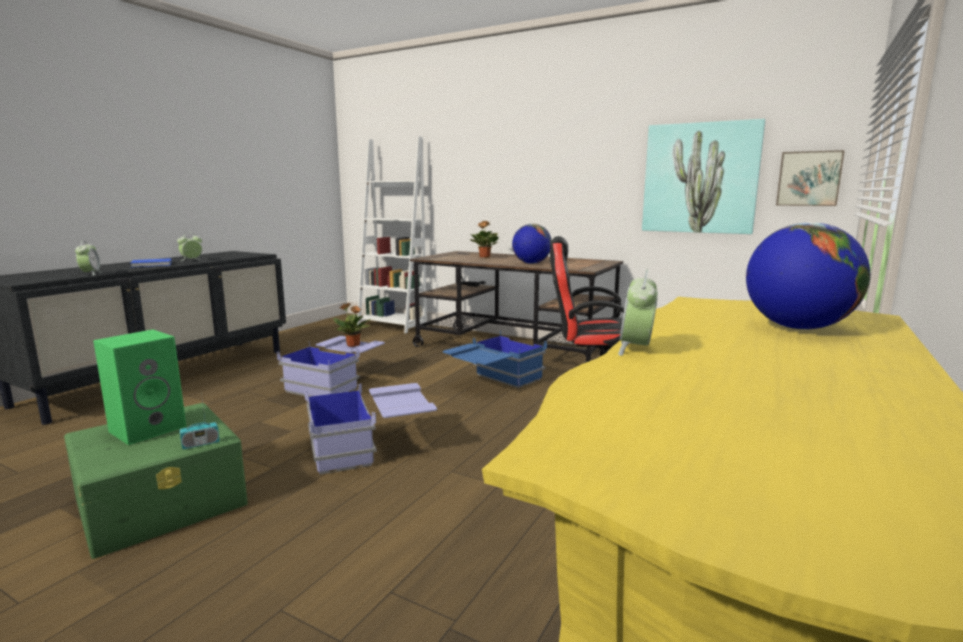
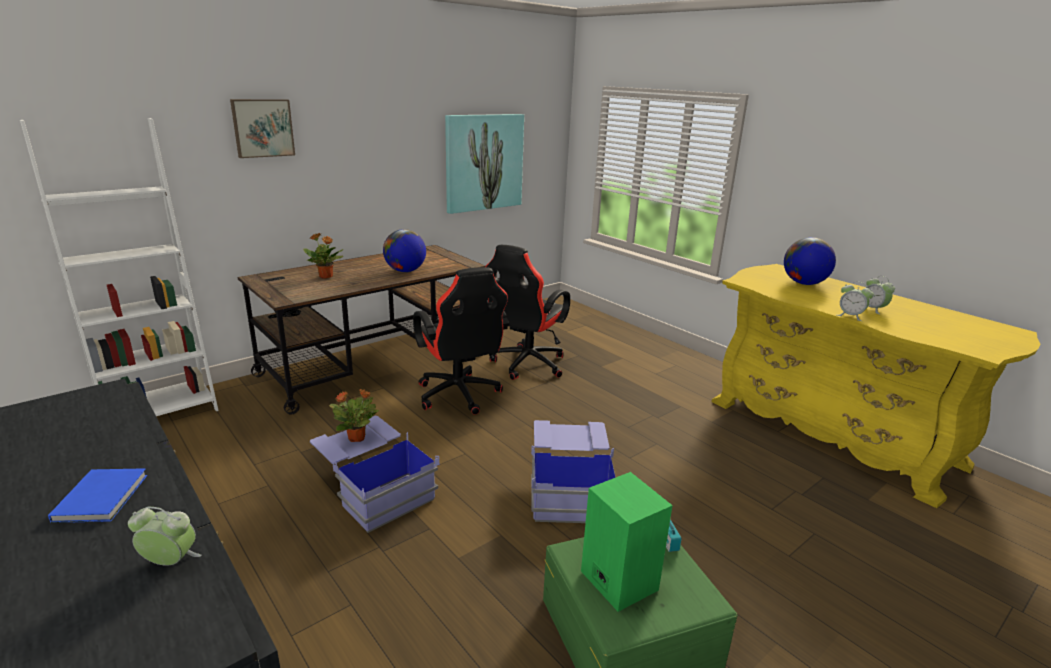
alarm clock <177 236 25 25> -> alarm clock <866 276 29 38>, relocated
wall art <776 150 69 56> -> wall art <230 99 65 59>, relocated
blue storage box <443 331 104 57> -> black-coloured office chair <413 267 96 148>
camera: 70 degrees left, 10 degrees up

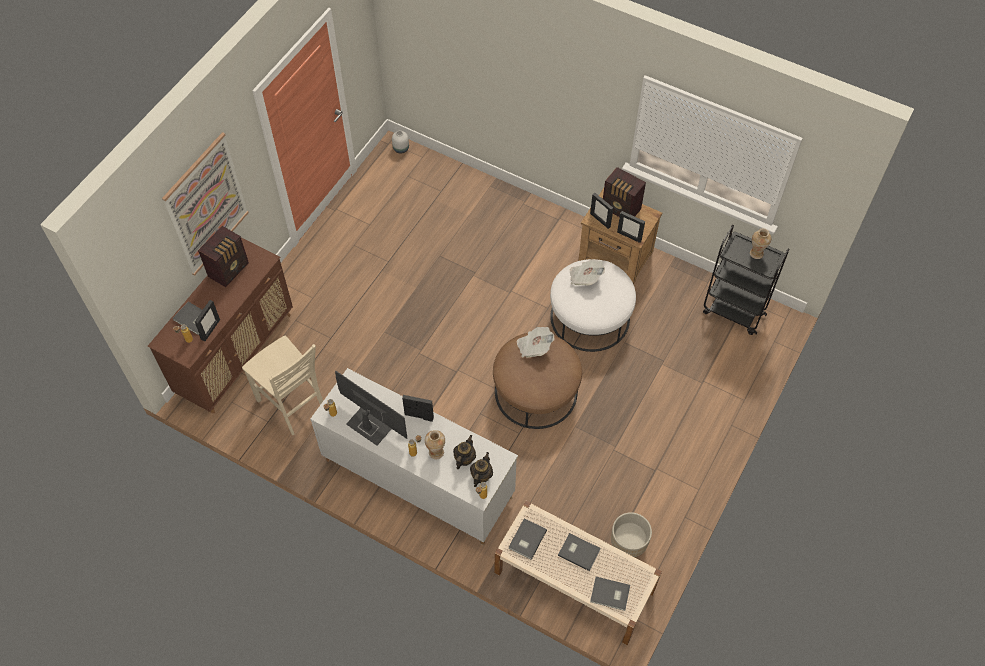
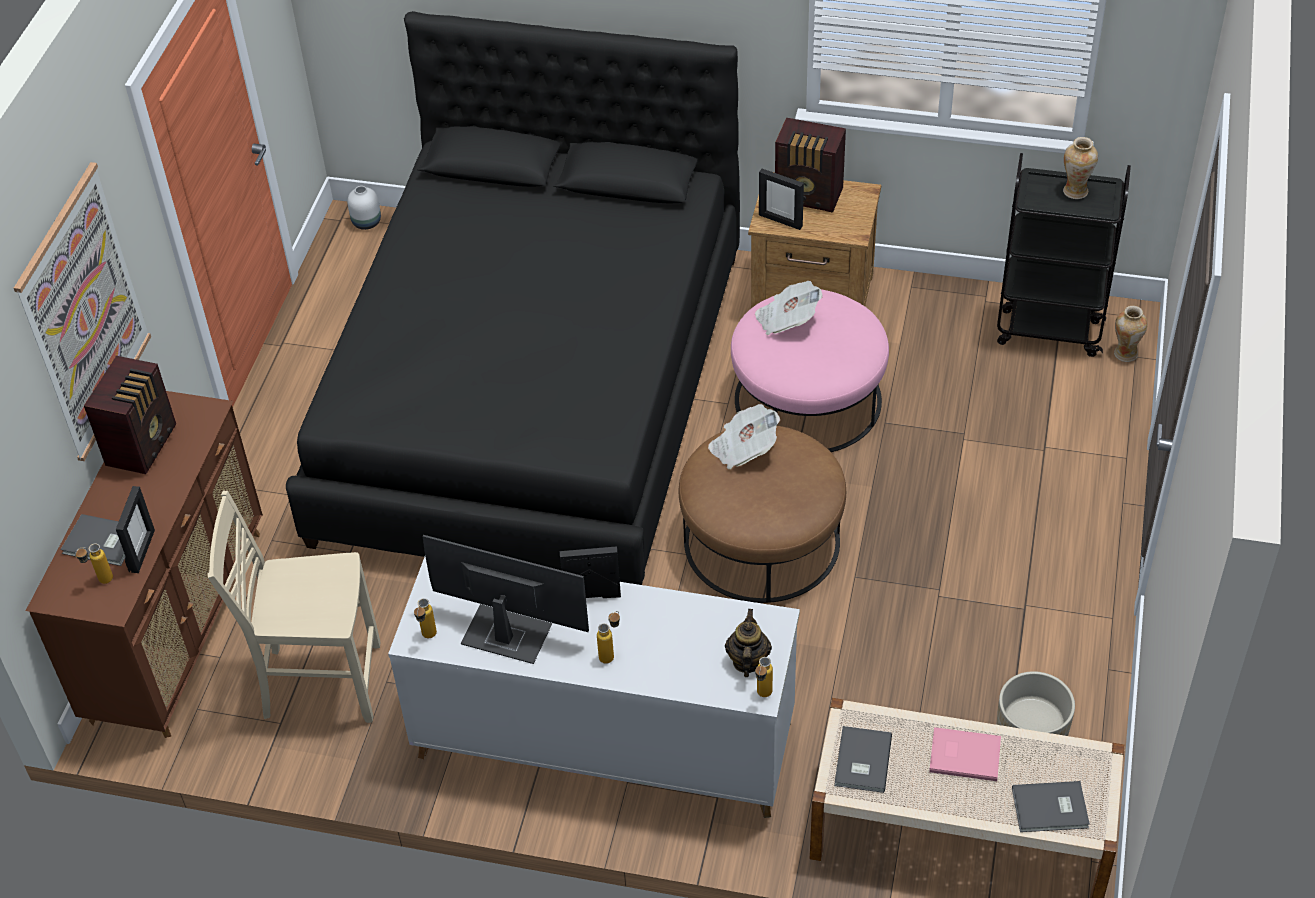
teapot <453 435 23 34> -> none
photo frame <617 211 28 32> -> none
none -> black-coloured sleeping bed <286 11 454 574>
vase <425 430 20 29> -> vase <1114 306 33 56>, relocated
white-coloured pouffe <550 259 86 93> -> pink pouffe <731 289 158 163>
gray book <558 533 43 38> -> pink book <929 727 72 54>
beige-coloured plain chair <242 336 81 99> -> beige-coloured plain chair <208 491 172 232>, 150 degrees clockwise
camera: 15 degrees left, 10 degrees down

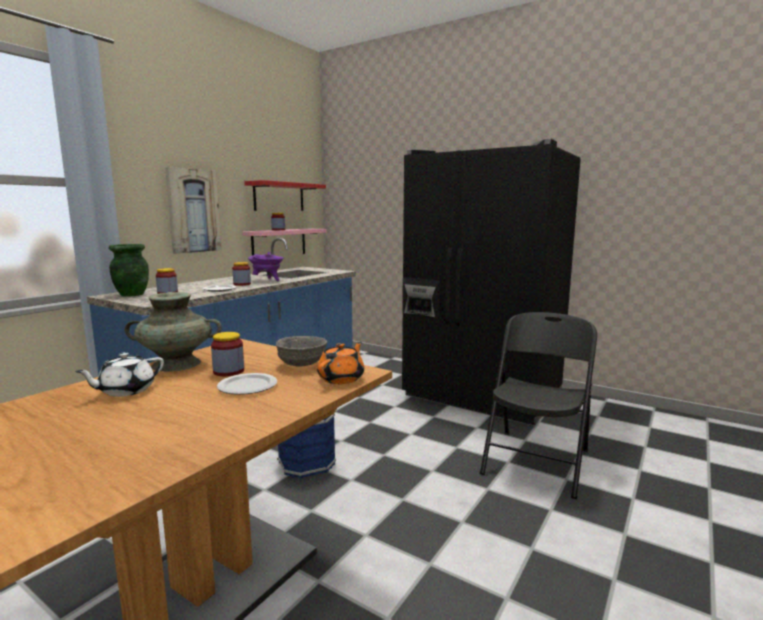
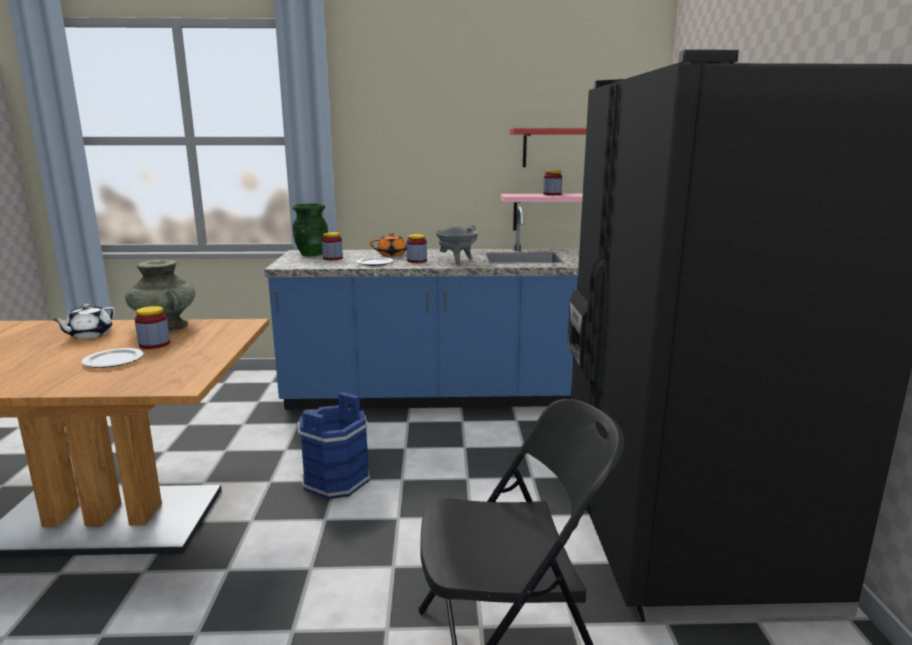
wall art <165 167 57 87> -> none
gray bowl <276 336 51 31> -> none
orange-coloured teapot <317 342 47 42> -> orange-coloured teapot <370 233 36 24>, relocated
purple-coloured cooking pot <248 252 36 29> -> gray cooking pot <435 225 43 39>
white-coloured teapot <75 352 89 45> -> white-coloured teapot <52 303 63 36>, 75 degrees counterclockwise
camera: 55 degrees right, 5 degrees up

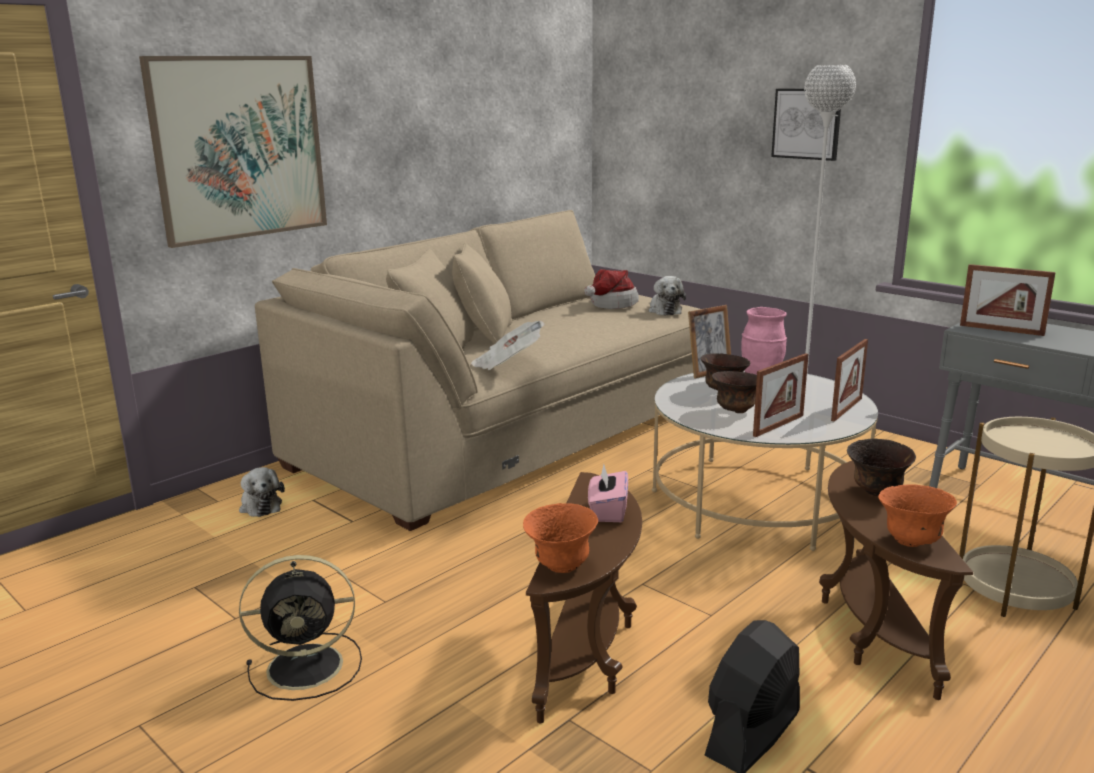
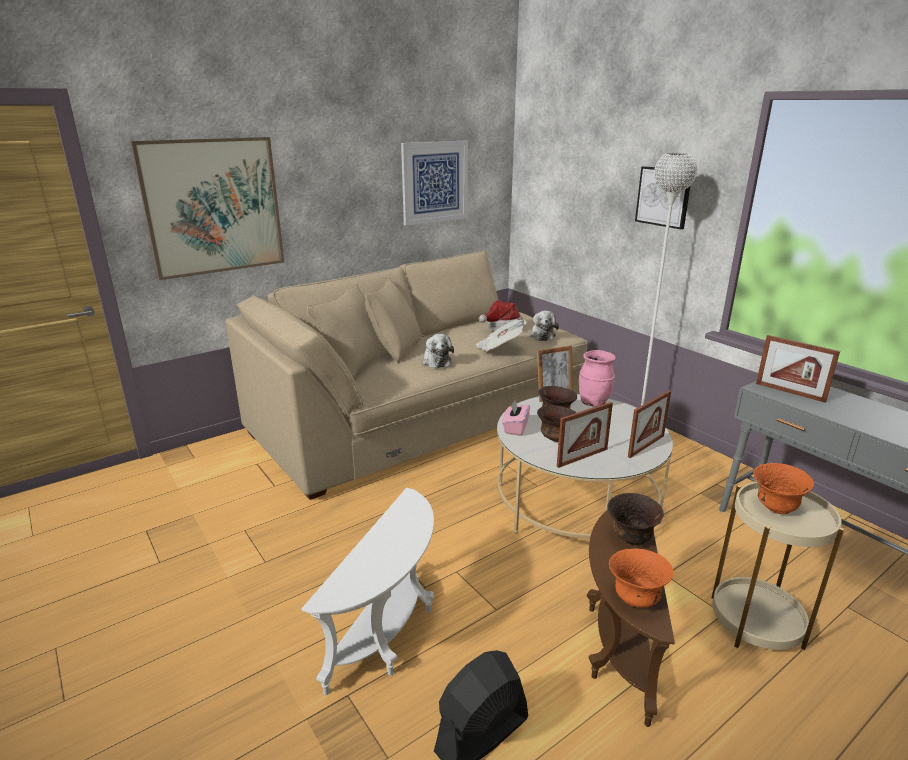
black-coloured fan <239 555 123 146> -> none
none -> wall art <401 140 67 86>
soft toy <239 467 46 50> -> soft toy <423 334 31 34>, relocated
printed paper <471 321 74 49> -> printed paper <476 320 51 32>, relocated
orange-coloured bowl <523 503 75 70> -> orange-coloured bowl <754 463 60 51>, relocated
pink tissue holder <588 464 40 58> -> pink tissue holder <502 401 28 34>, relocated
brown-coloured end table <526 472 116 252> -> white-coloured end table <301 488 133 207>
camera: 10 degrees right, 5 degrees up

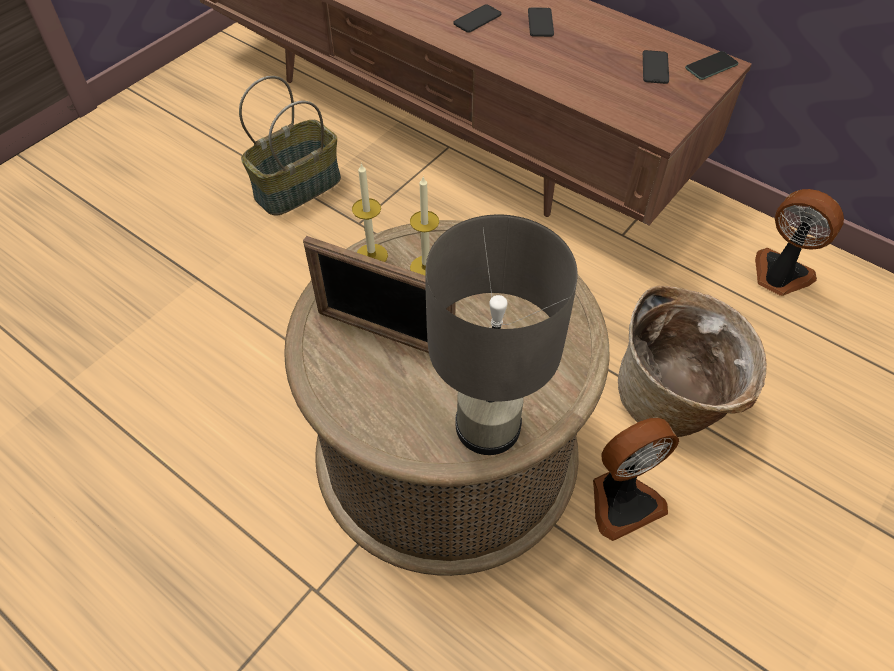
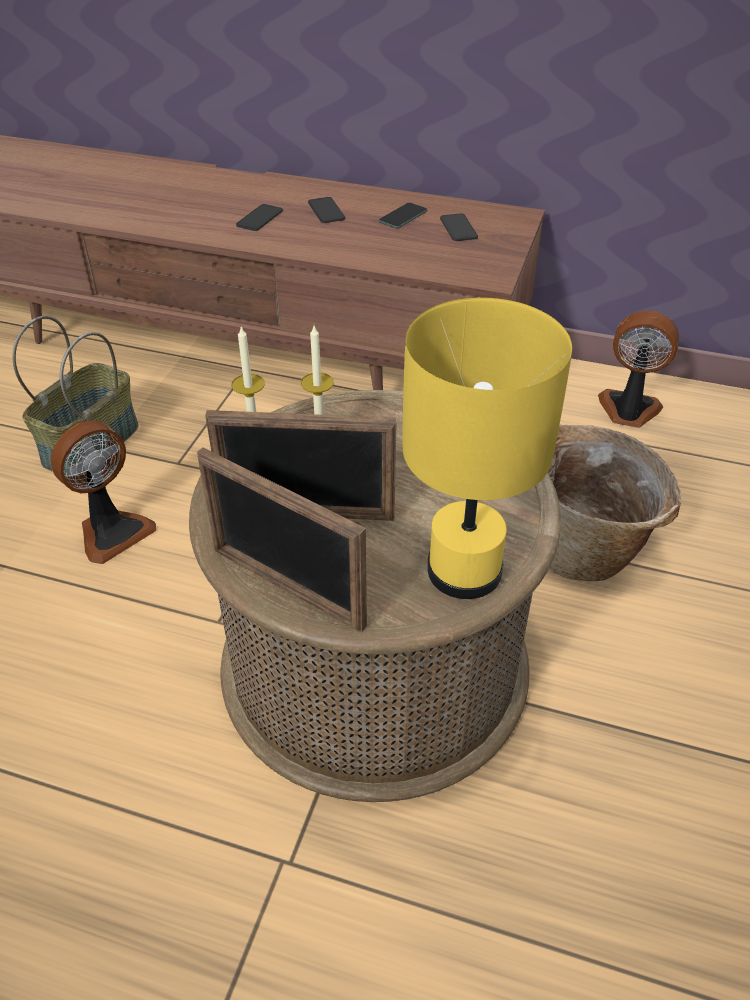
none -> photo frame <197 448 170 184>
fan <593 417 86 124> -> fan <50 420 106 144>, relocated
phone <685 51 53 29> -> phone <379 203 49 25>, relocated
gray table lamp <425 215 153 240> -> yellowish table lamp <402 298 170 301>
camera: 20 degrees left, 10 degrees down

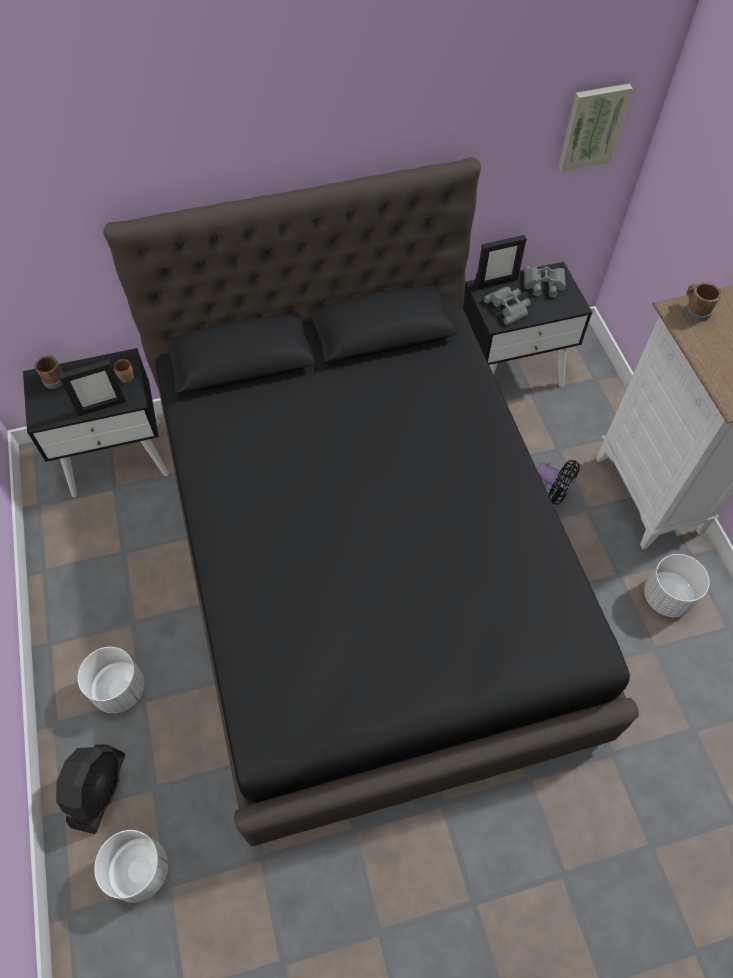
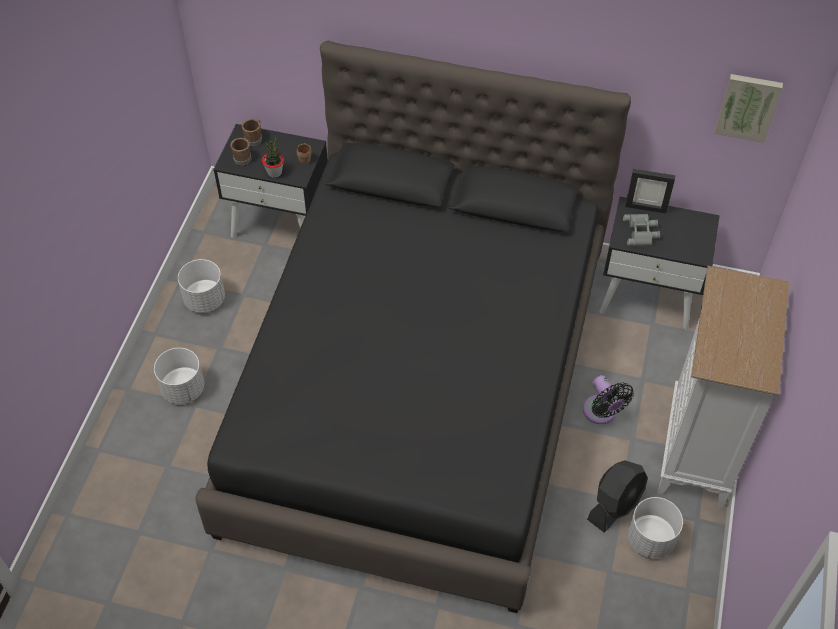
gray field glasses <524 266 42 31> -> none
black-coloured fan <56 744 69 90> -> black-coloured fan <587 460 61 72>, relocated
white-coloured planter <94 830 74 73> -> white-coloured planter <178 259 47 54>, relocated
brown-coloured tea mug <685 282 37 40> -> brown-coloured tea mug <230 138 21 27>, relocated
photo frame <58 359 68 57> -> potted plant <262 136 22 42>
camera: 30 degrees right, 5 degrees down

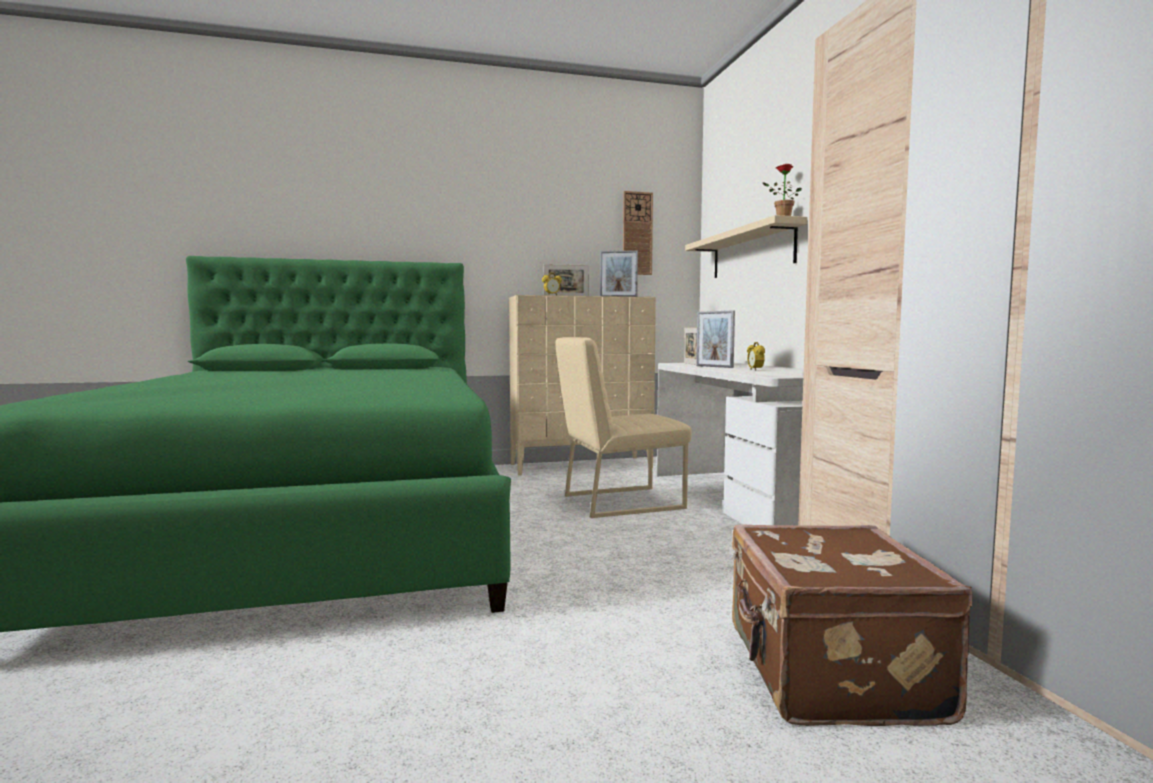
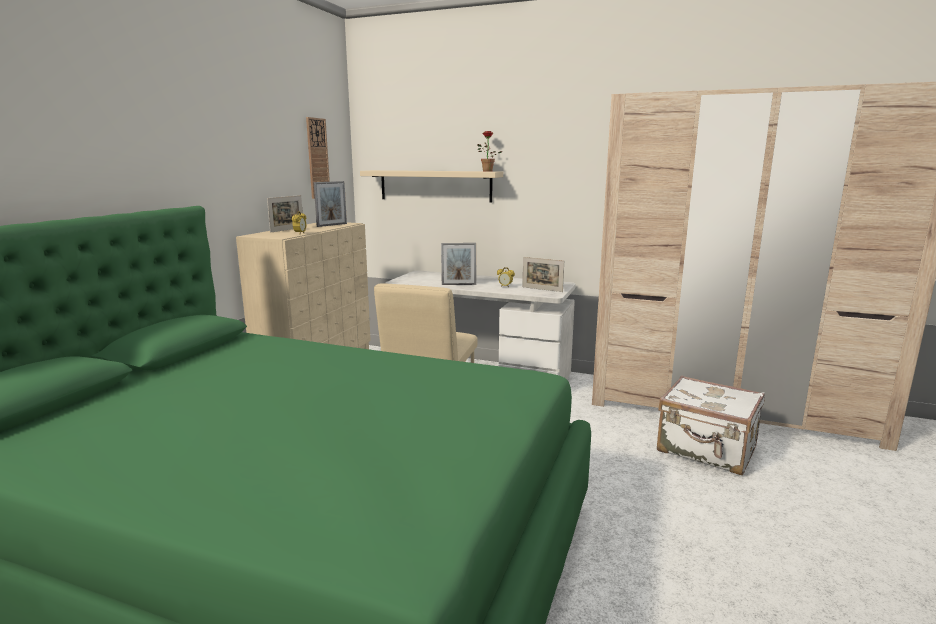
photo frame <684 327 13 38> -> photo frame <522 257 42 35>, relocated
brown-coloured piece of luggage <731 524 242 202> -> white-coloured piece of luggage <657 376 108 99>
camera: 55 degrees left, 10 degrees up

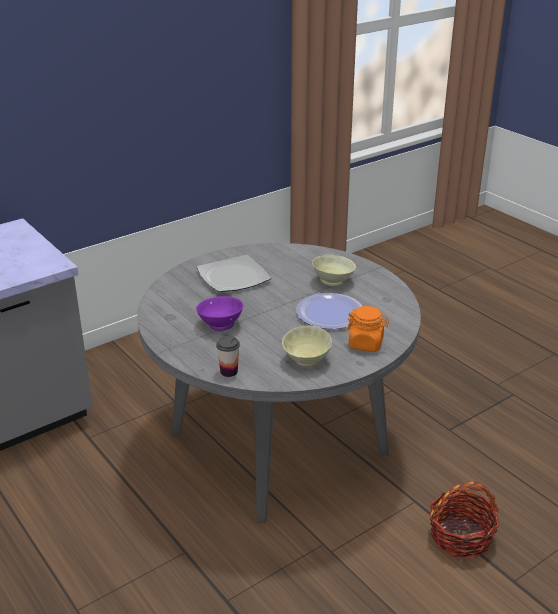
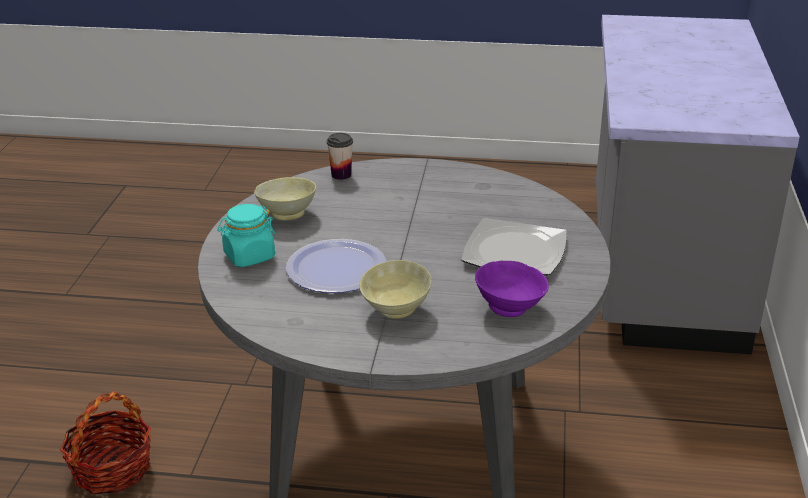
purple-coloured bowl <196 296 47 35> -> purple-coloured bowl <475 261 74 56>, relocated
orange-coloured preserve jar <346 306 43 46> -> turquoise-coloured preserve jar <217 204 58 63>
camera: 135 degrees right, 0 degrees up

